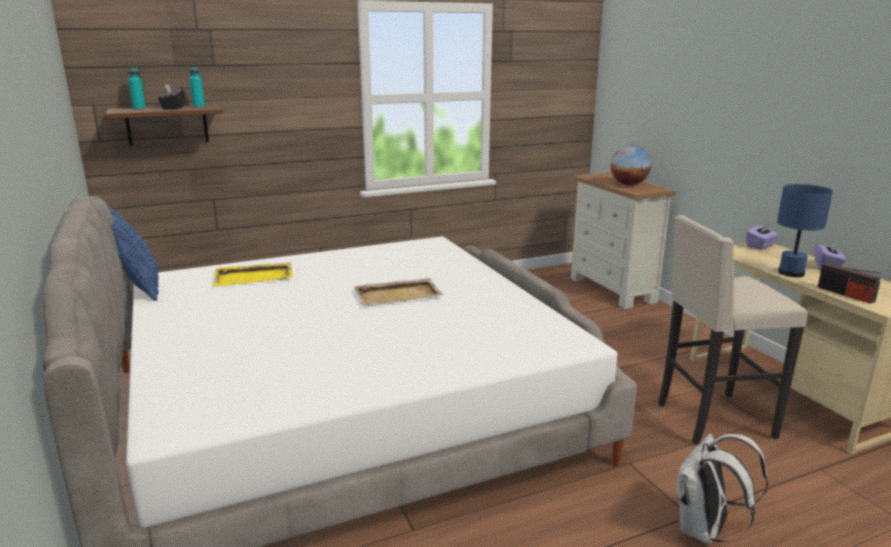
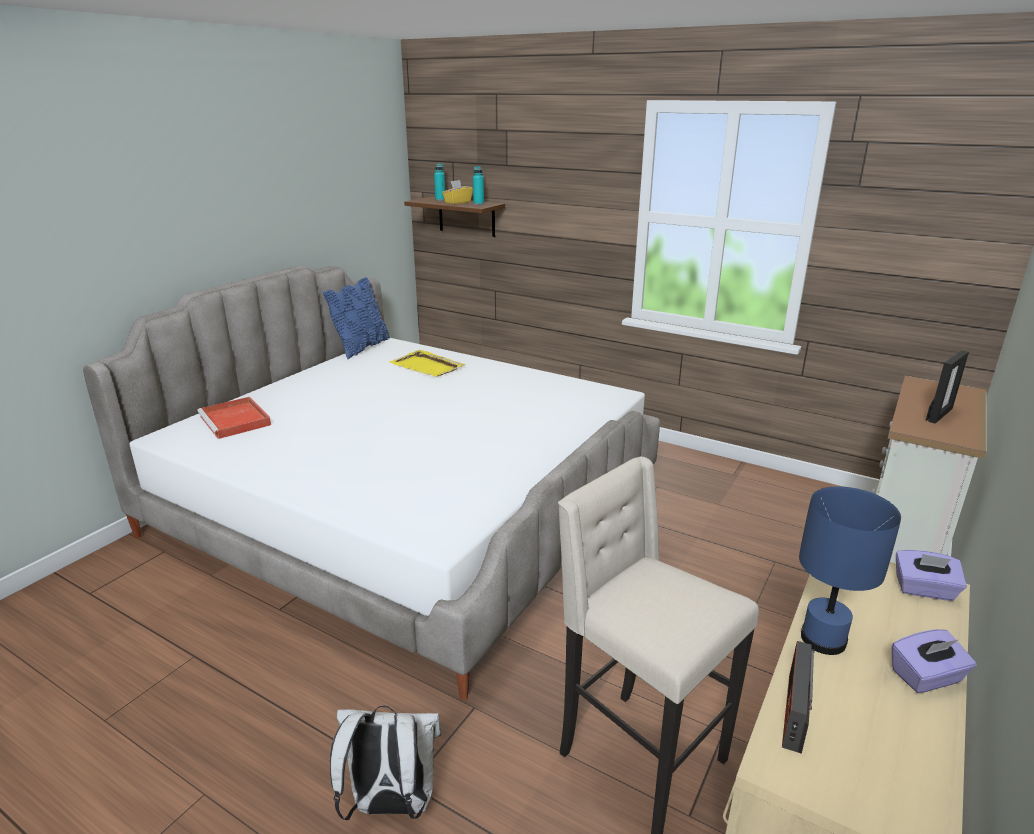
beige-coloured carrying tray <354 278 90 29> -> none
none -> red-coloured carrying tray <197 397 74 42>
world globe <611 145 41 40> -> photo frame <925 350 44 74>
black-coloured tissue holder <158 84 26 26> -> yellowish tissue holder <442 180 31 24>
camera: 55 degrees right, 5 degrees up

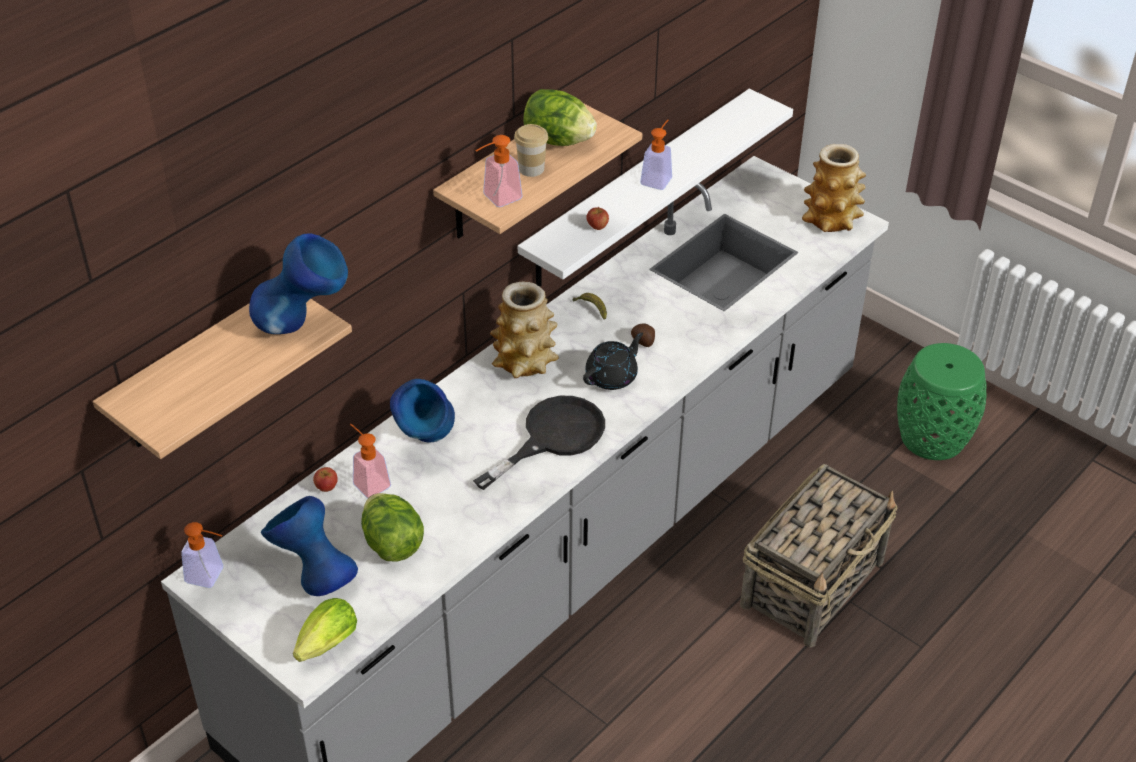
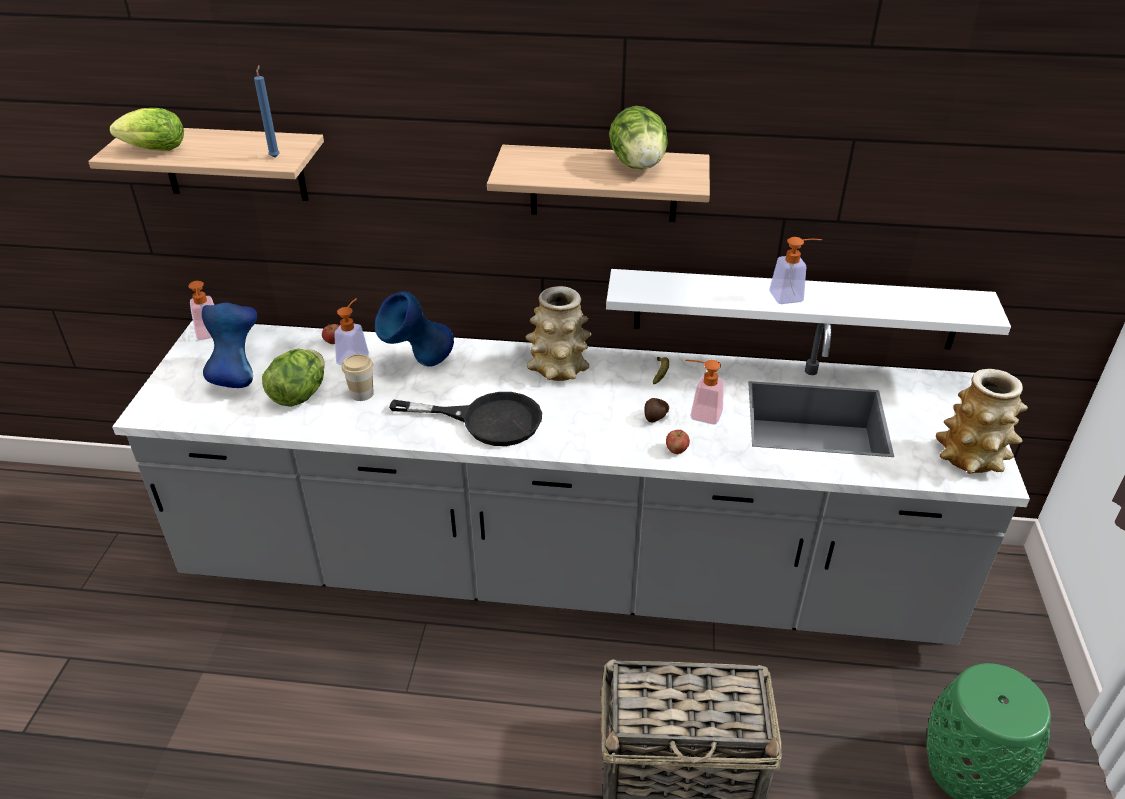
black-coloured teapot <583 333 60 57> -> none
lettuce head <293 598 64 64> -> lettuce head <110 108 74 43>, relocated
soap bottle <475 135 48 72> -> soap bottle <685 359 39 66>, relocated
cup <514 124 34 53> -> cup <342 354 32 47>, relocated
apple <586 207 23 23> -> apple <666 430 24 24>, relocated
blue vase <249 233 99 101> -> blue wax light <254 65 26 93>
camera: 55 degrees right, 5 degrees down

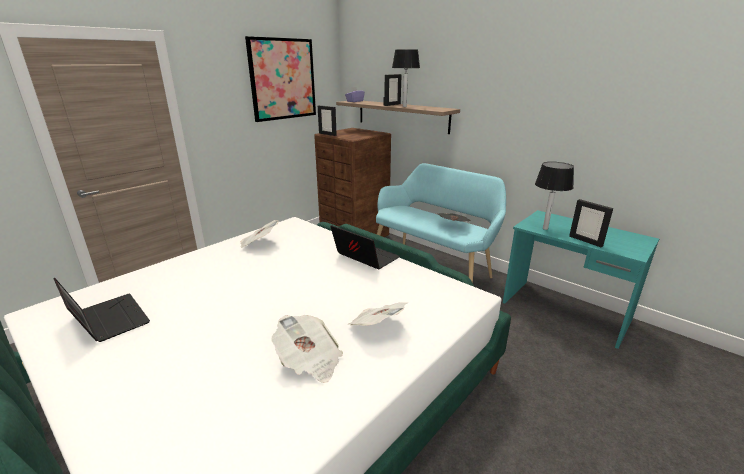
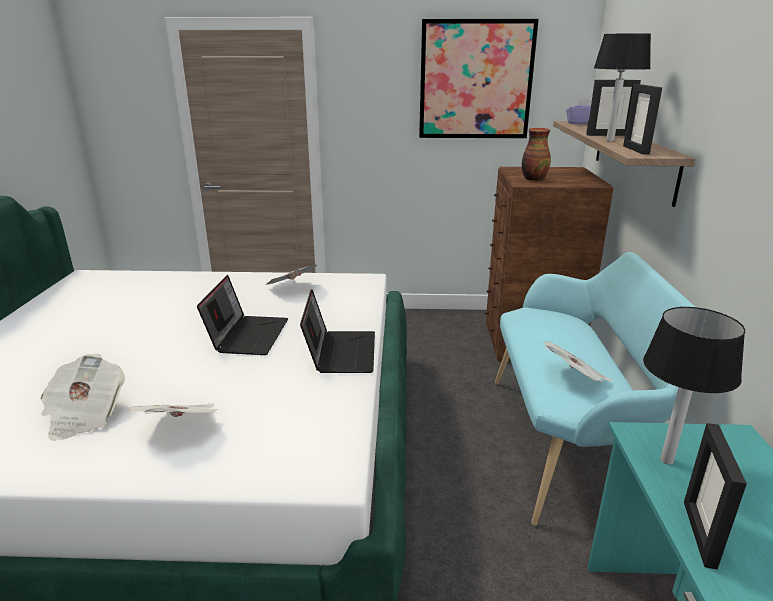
none -> vase <522 128 29 53>
laptop <53 277 97 65> -> laptop <197 275 91 80>, relocated
photo frame <318 105 19 31> -> photo frame <623 84 39 71>, relocated
camera: 50 degrees right, 0 degrees up

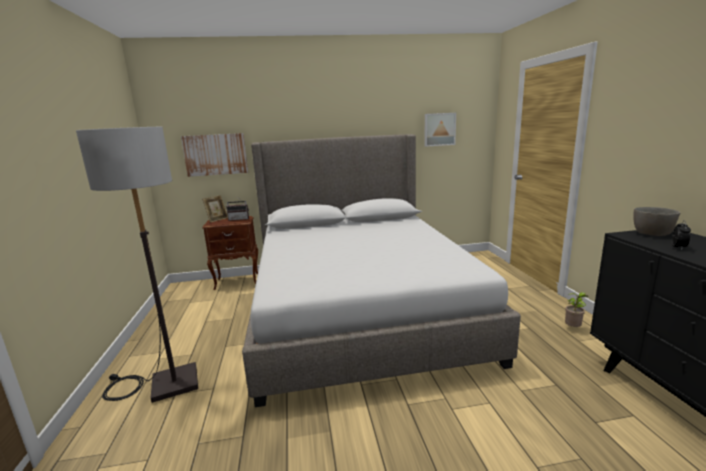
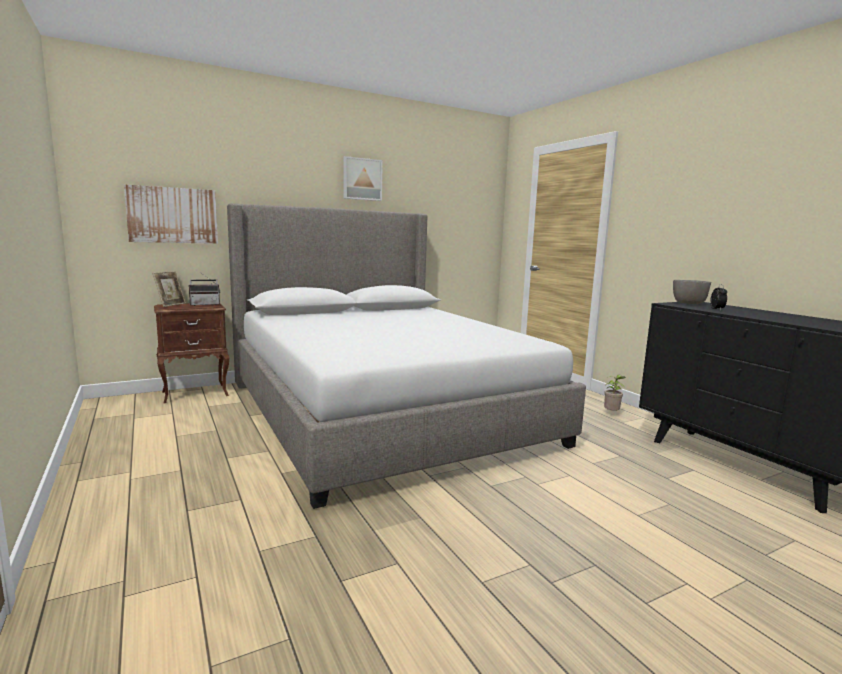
standard lamp <76 127 122 276> -> none
wall art <424 113 32 34> -> wall art <343 156 40 45>, relocated
camera: 20 degrees left, 5 degrees down

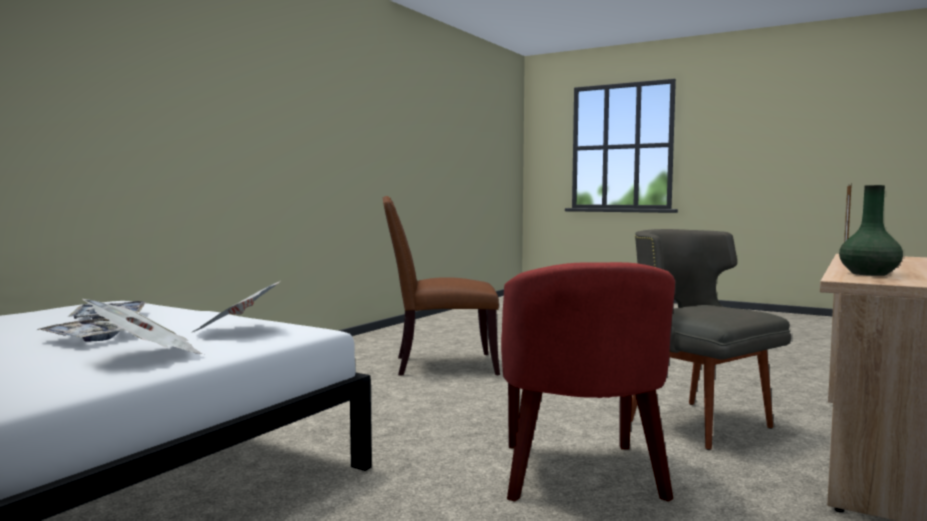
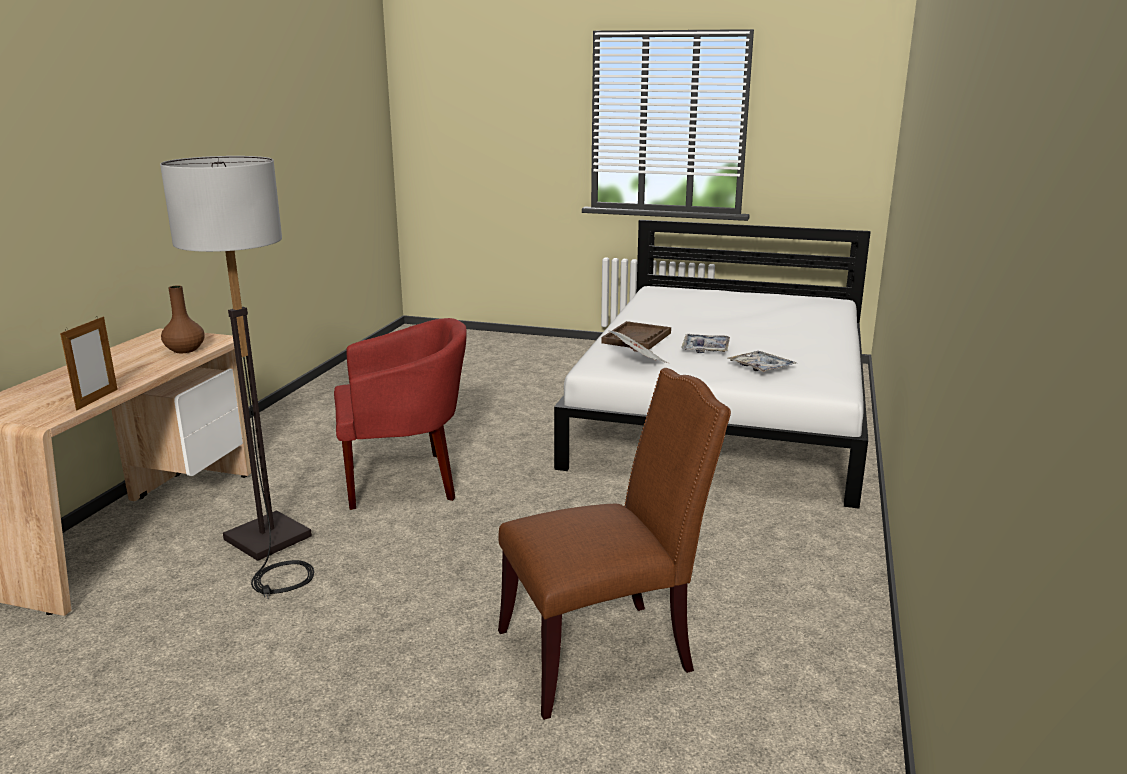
printed paper <82 299 120 55> -> brown-coloured carrying tray <601 321 70 29>
gray plain chair <631 229 160 221> -> standard lamp <160 156 154 443>
green vase <839 185 64 91> -> brown-coloured vase <161 285 44 68>
red-coloured easy chair <501 262 174 240> -> red-coloured easy chair <334 318 133 192>, 90 degrees clockwise
camera: 165 degrees right, 15 degrees up

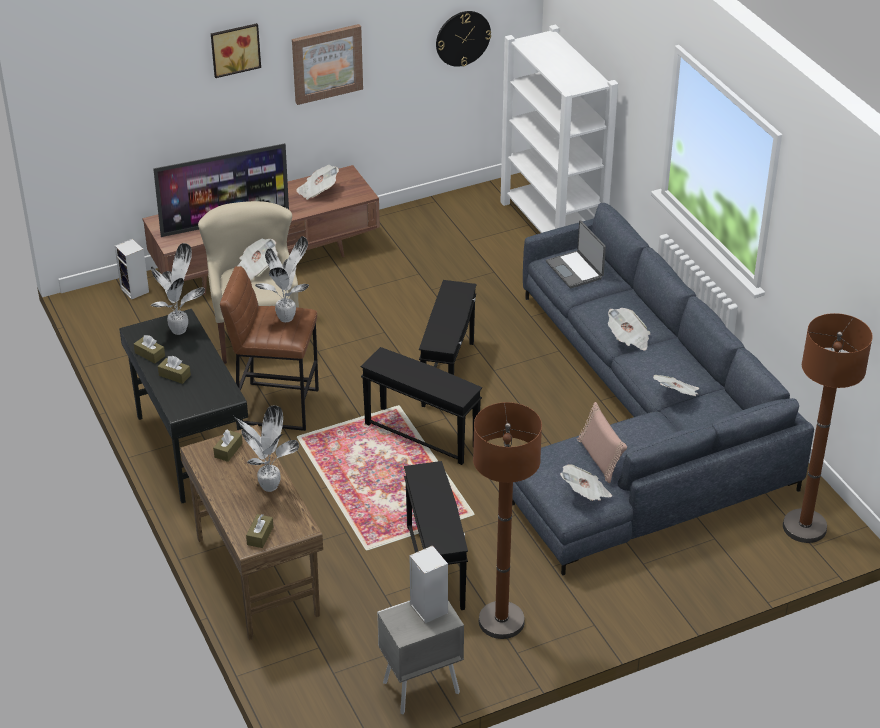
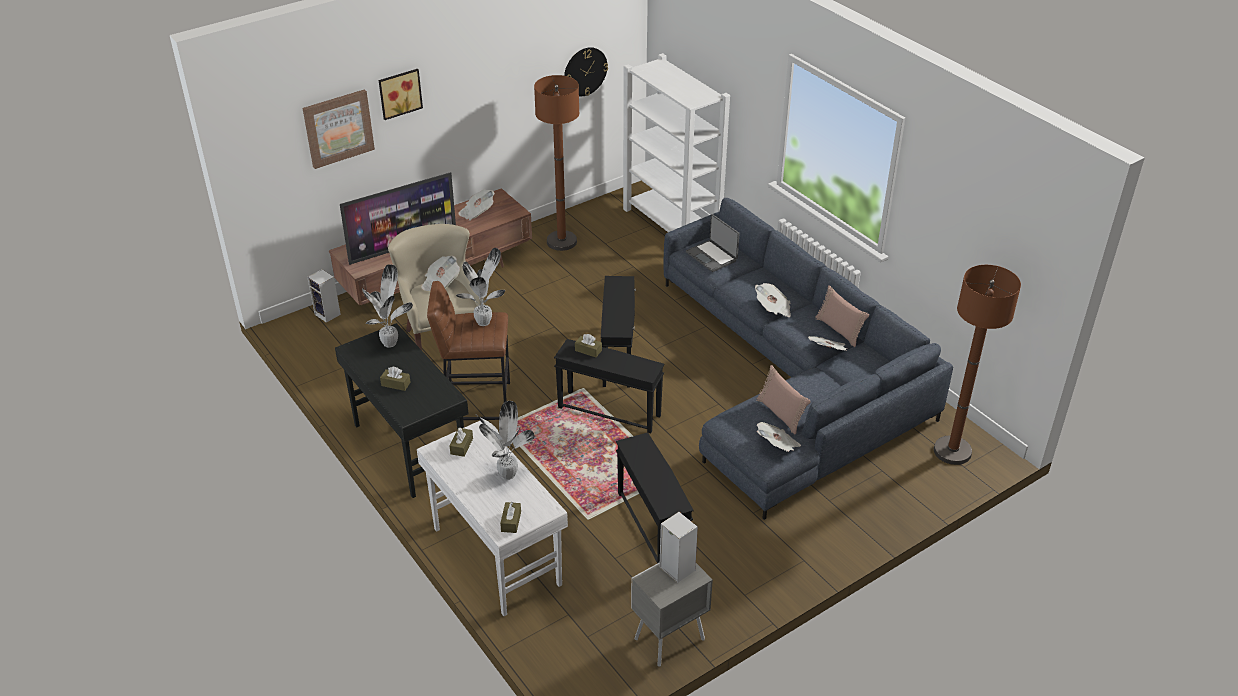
none -> beige-coloured throw pillow <815 285 54 62>
brown-coloured tissue holder <134 335 31 28> -> brown-coloured tissue holder <575 334 27 23>, relocated
wall art <292 24 71 81> -> wall art <303 89 72 80>, relocated
brown-coloured standard lamp <473 402 69 237> -> brown-coloured standard lamp <534 75 45 176>, relocated
brown-coloured narrow table <180 424 143 216> -> white-coloured narrow table <417 421 151 195>
camera: 10 degrees left, 0 degrees up

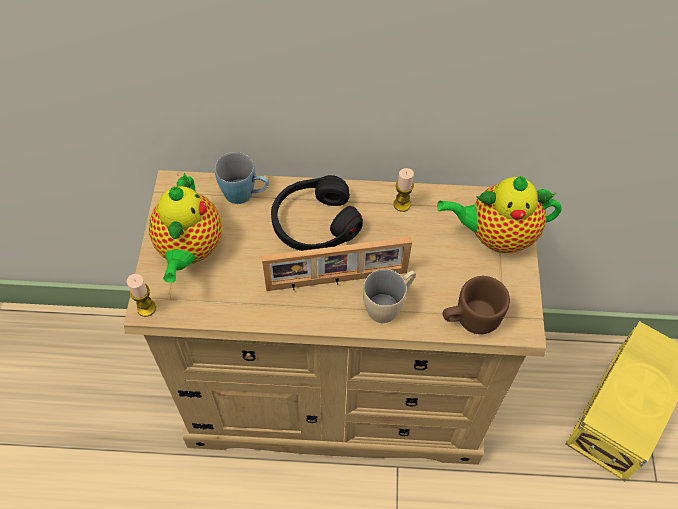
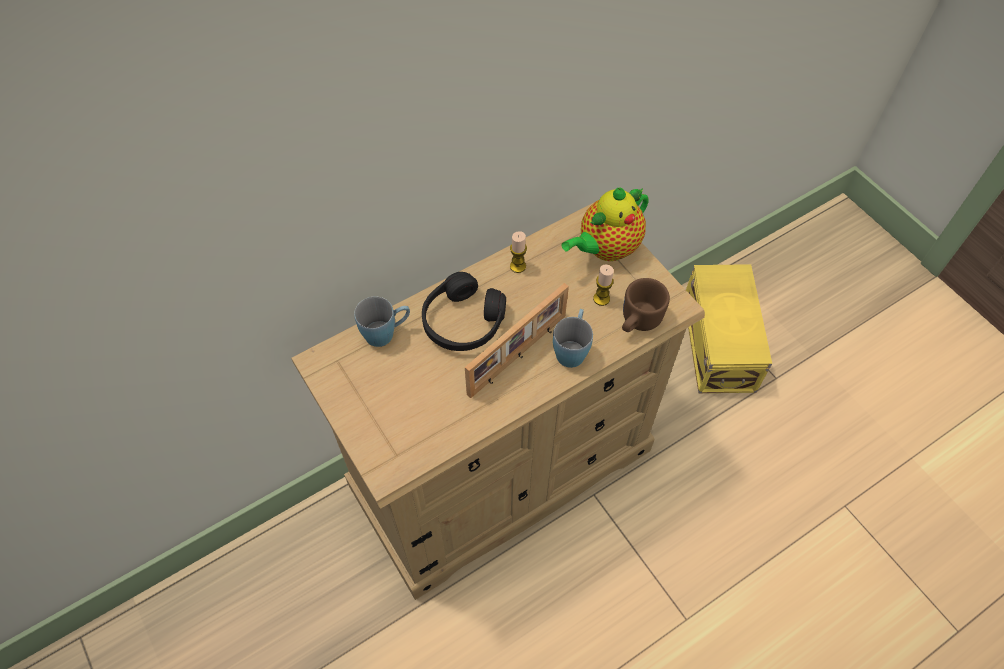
teapot <149 172 72 111> -> none
wax light <127 274 29 43> -> wax light <593 265 21 41>, relocated
beige-coloured tea mug <363 269 53 54> -> blue tea mug <553 309 40 59>
camera: 35 degrees left, 0 degrees up

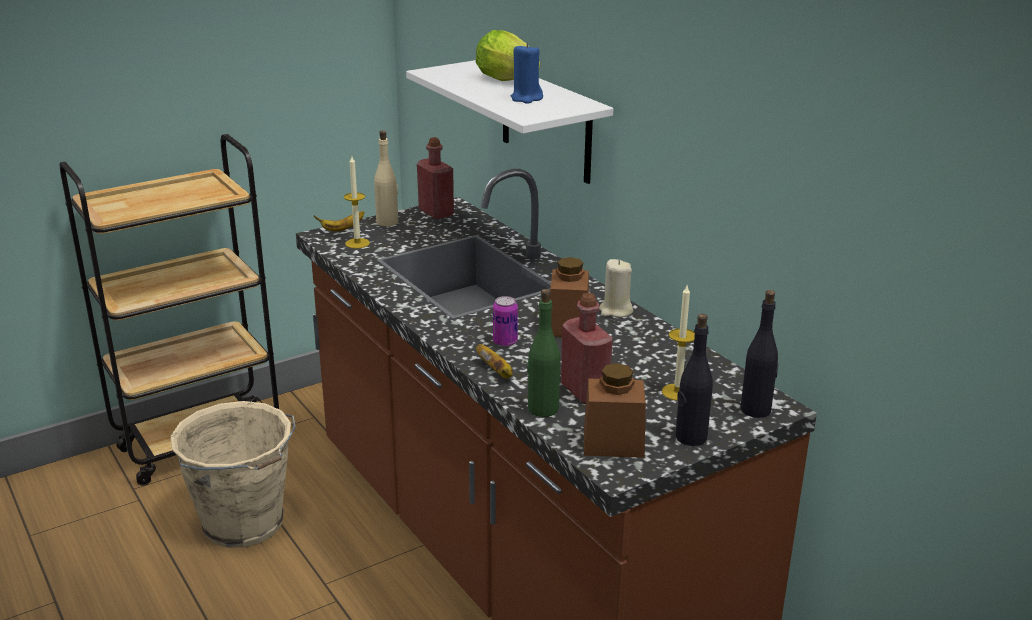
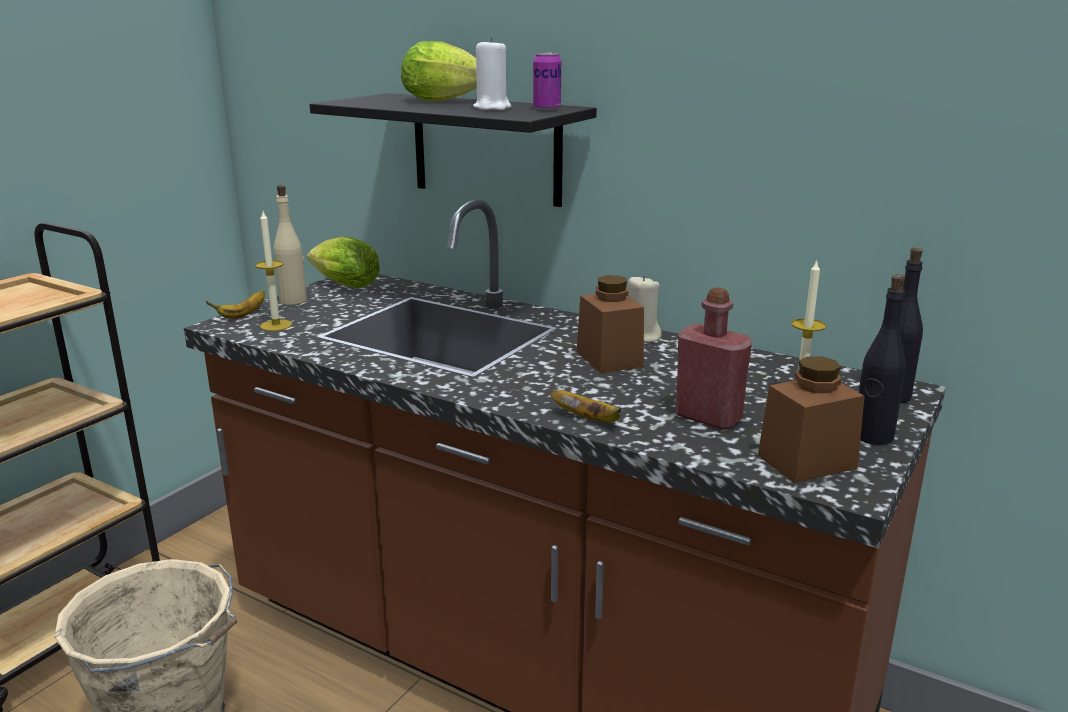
green drink bottle <527 289 33 128> -> none
metal can <493 296 25 51> -> metal can <533 52 28 58>, relocated
red-coloured drink bottle <417 137 37 82> -> lettuce head <307 237 73 51>
white-coloured shelf <406 60 207 124> -> black-coloured shelf <310 93 287 114>
blue wax light <511 43 32 61> -> white-coloured wax light <473 38 38 72>
camera: 25 degrees left, 5 degrees down

